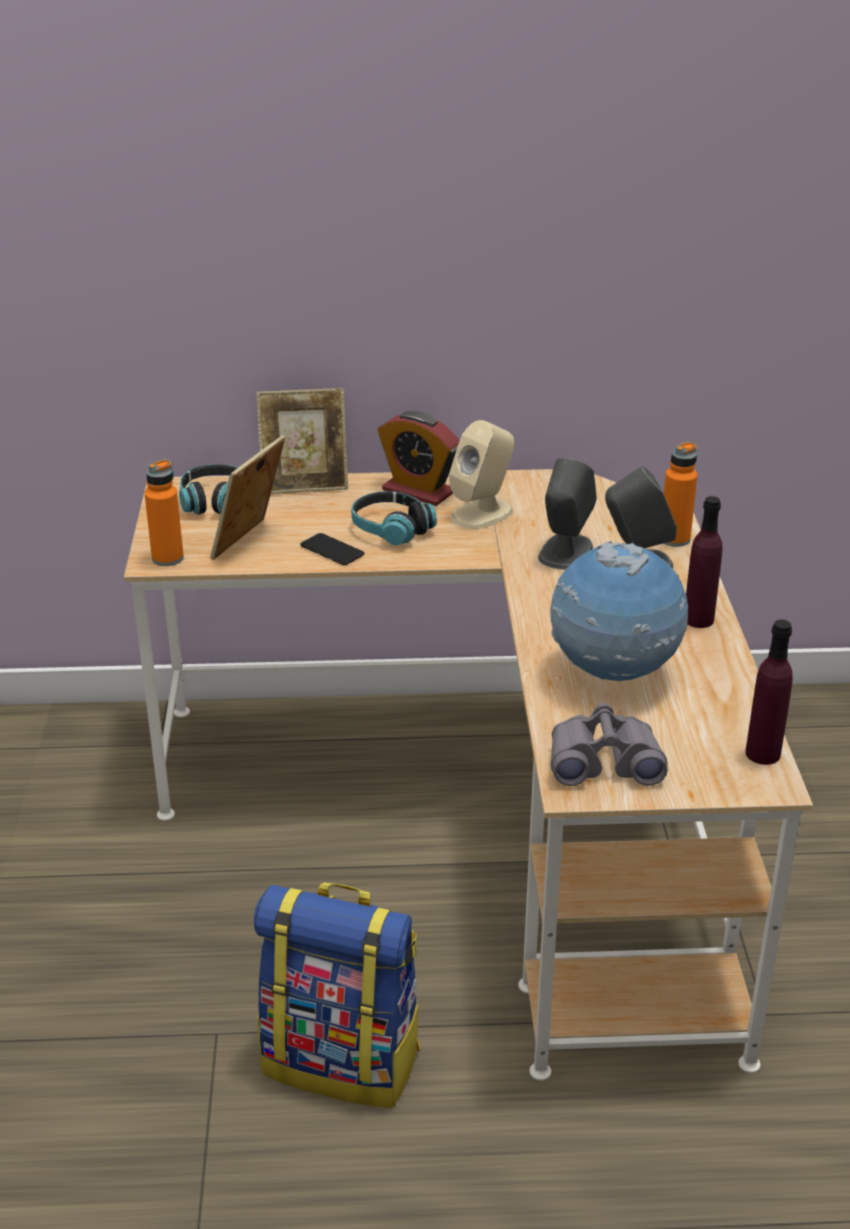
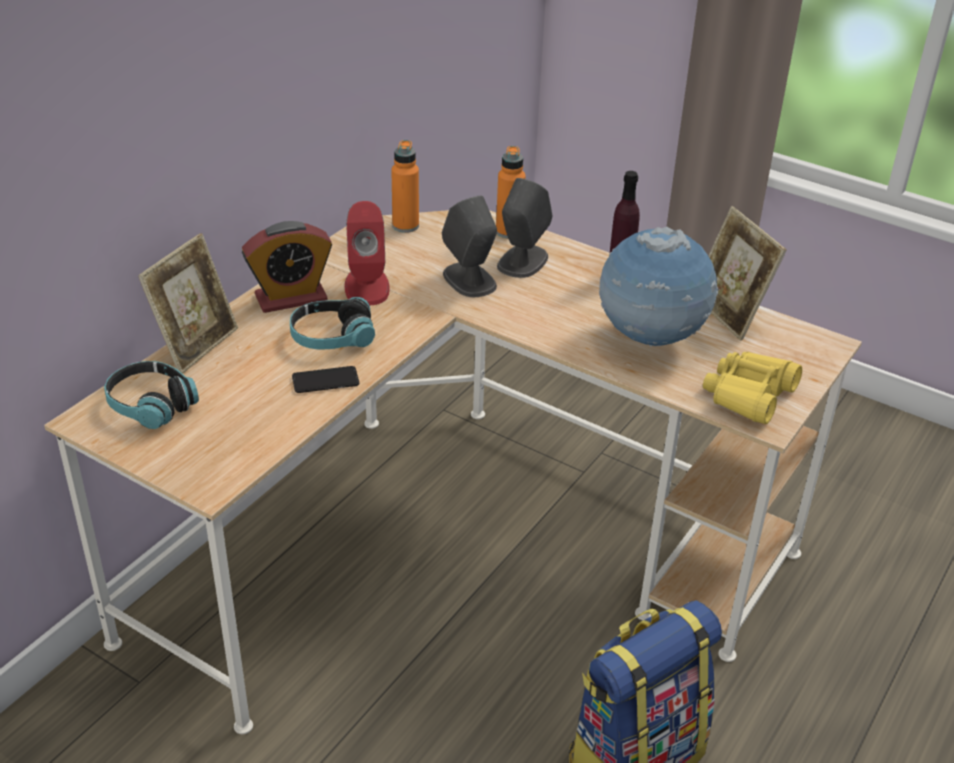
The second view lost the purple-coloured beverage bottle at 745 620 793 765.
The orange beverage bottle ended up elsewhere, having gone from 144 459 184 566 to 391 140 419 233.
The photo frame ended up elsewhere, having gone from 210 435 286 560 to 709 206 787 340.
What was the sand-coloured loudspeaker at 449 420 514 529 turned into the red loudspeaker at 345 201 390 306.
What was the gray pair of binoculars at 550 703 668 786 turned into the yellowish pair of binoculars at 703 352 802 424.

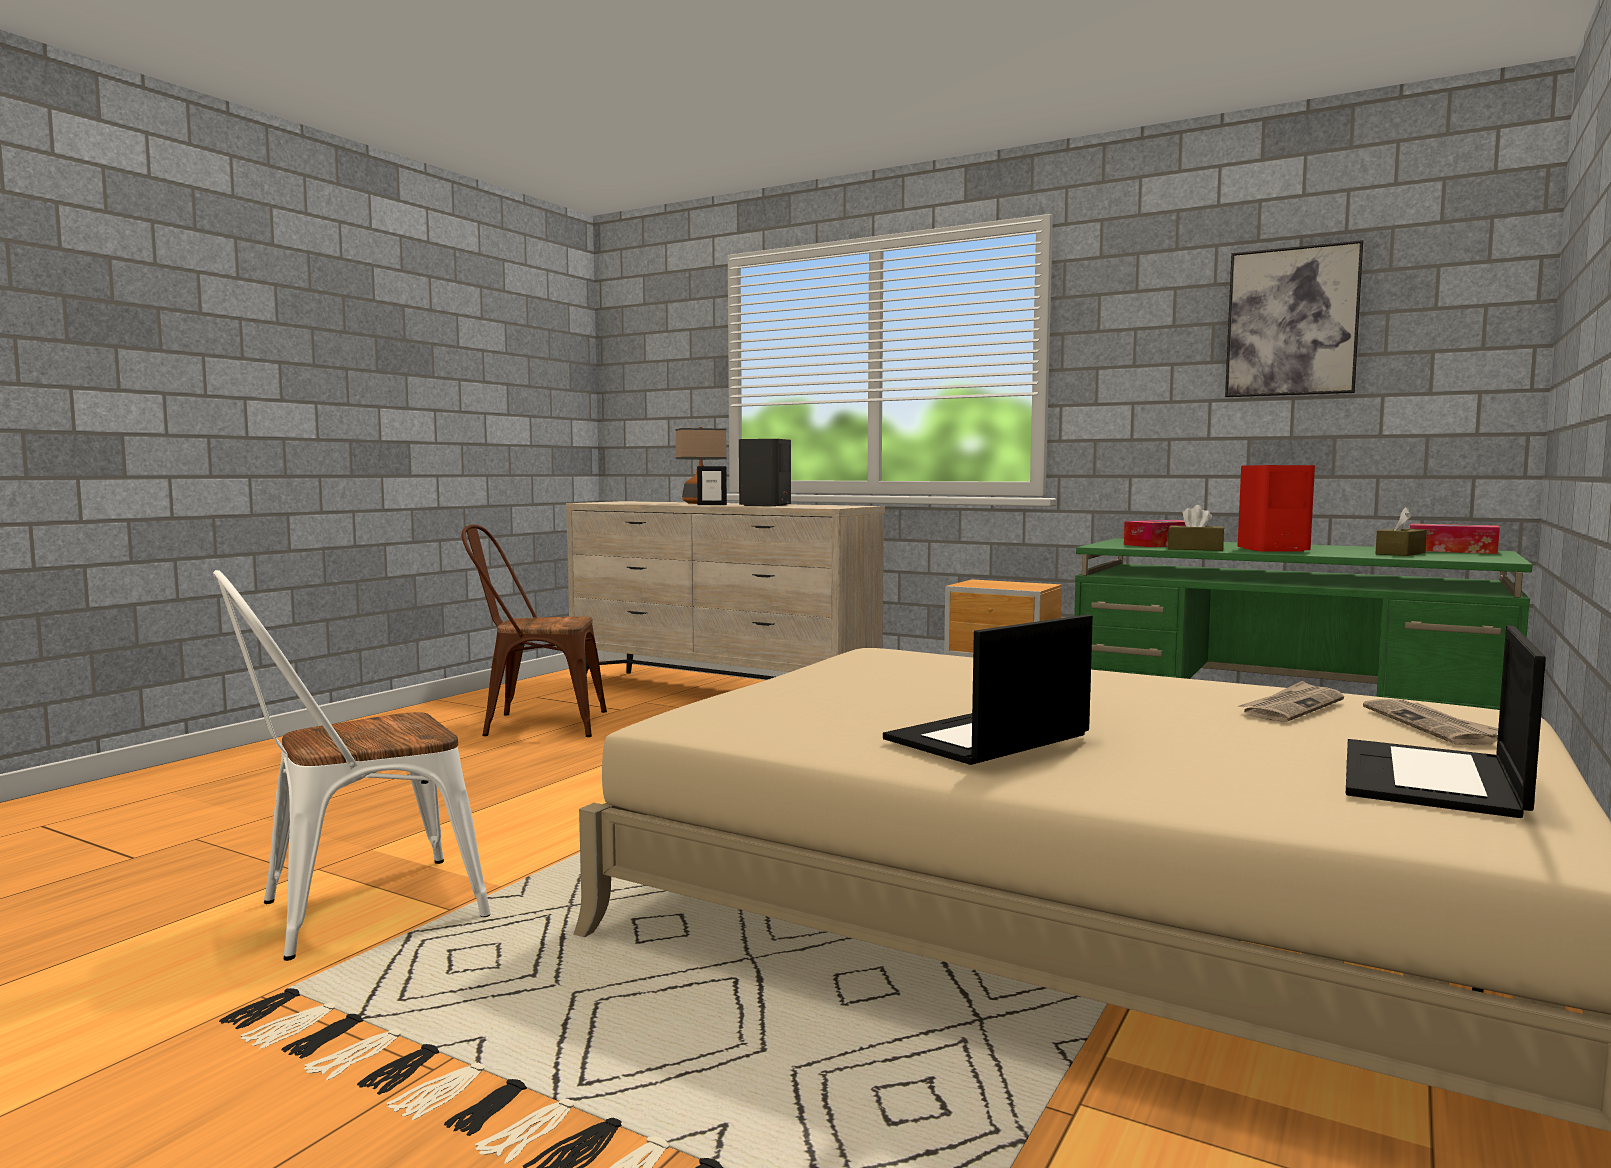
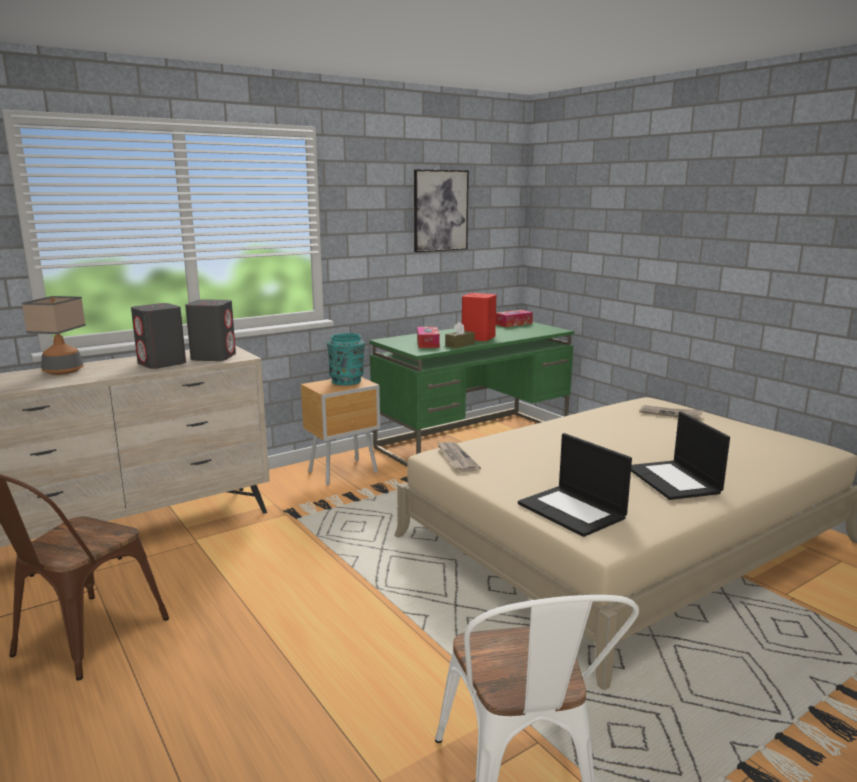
The second view lost the photo frame at 697 466 727 505.
The second view lost the brown-coloured tissue holder at 1375 507 1427 556.
The second view gained the gray loudspeaker at 185 299 236 361.
The second view gained the turquoise-coloured decorative vase at 327 333 365 385.
The printed paper ended up elsewhere, having gone from 1239 681 1344 722 to 437 442 481 472.
The notebook computer ended up elsewhere, having gone from 1346 625 1546 818 to 518 433 632 537.

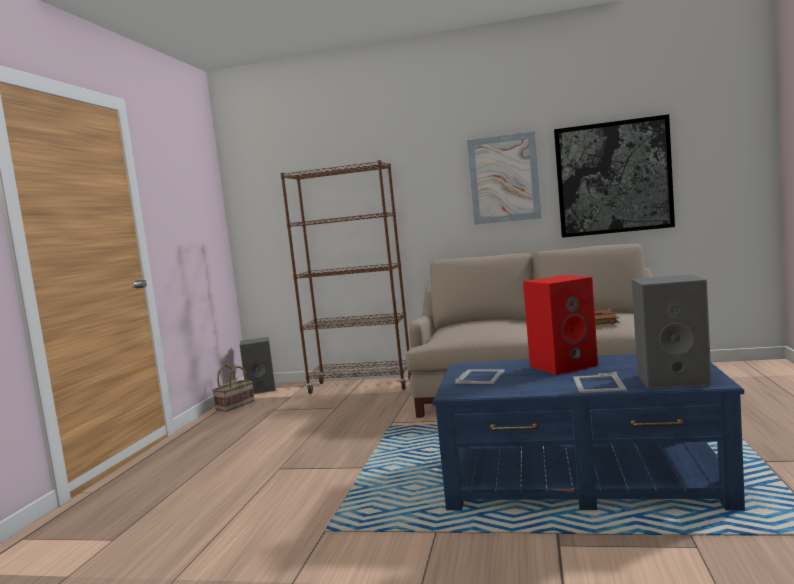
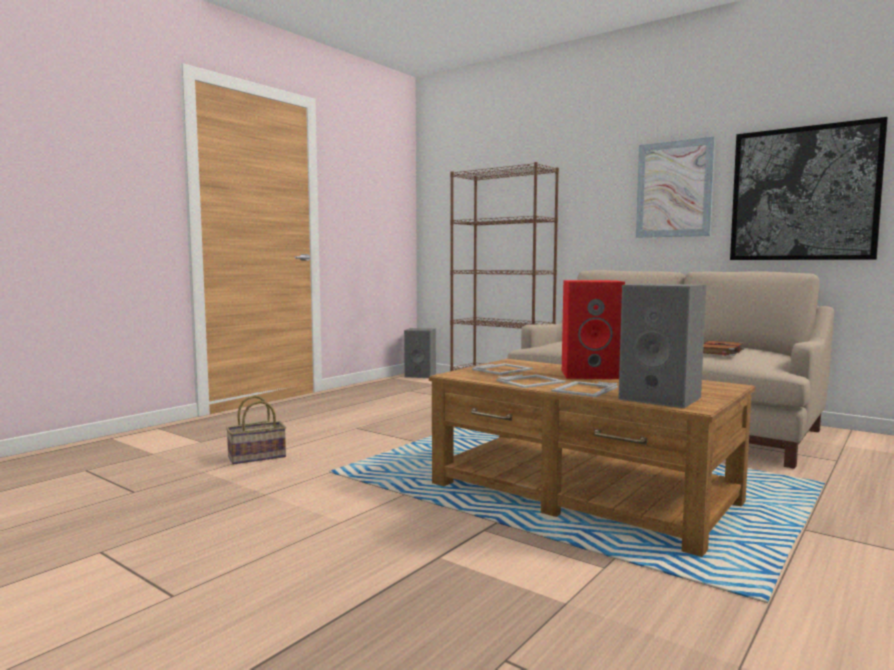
The second view gained the photo frame at 497 374 566 388.
The household basket ended up elsewhere, having gone from 212 365 255 412 to 226 395 286 465.
What was the blue coffee table at 433 354 745 510 turned into the brown-coloured coffee table at 429 359 756 557.

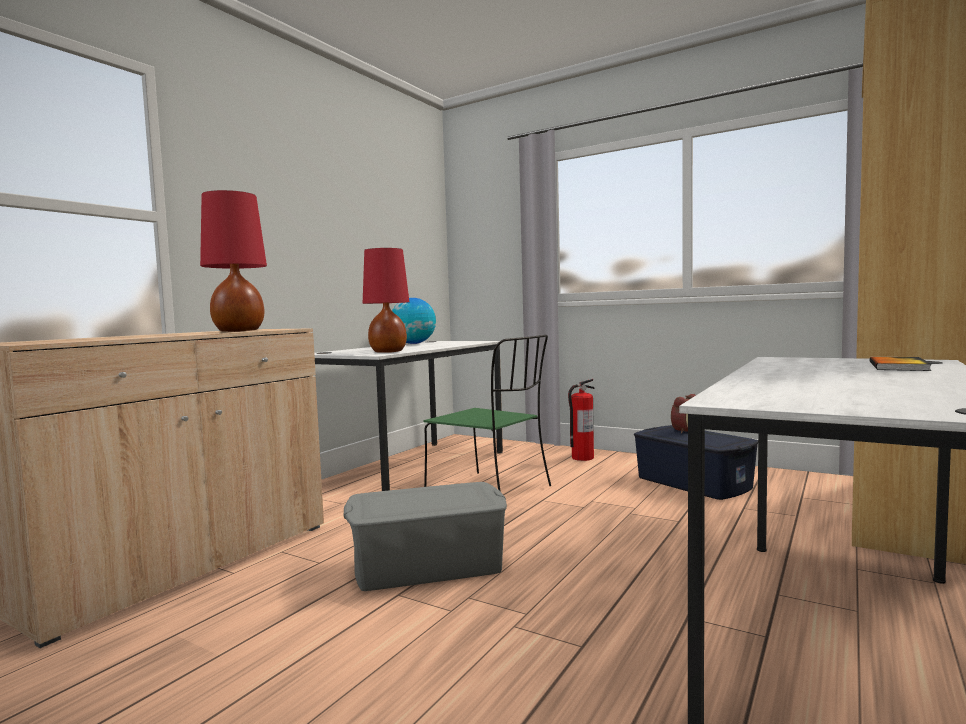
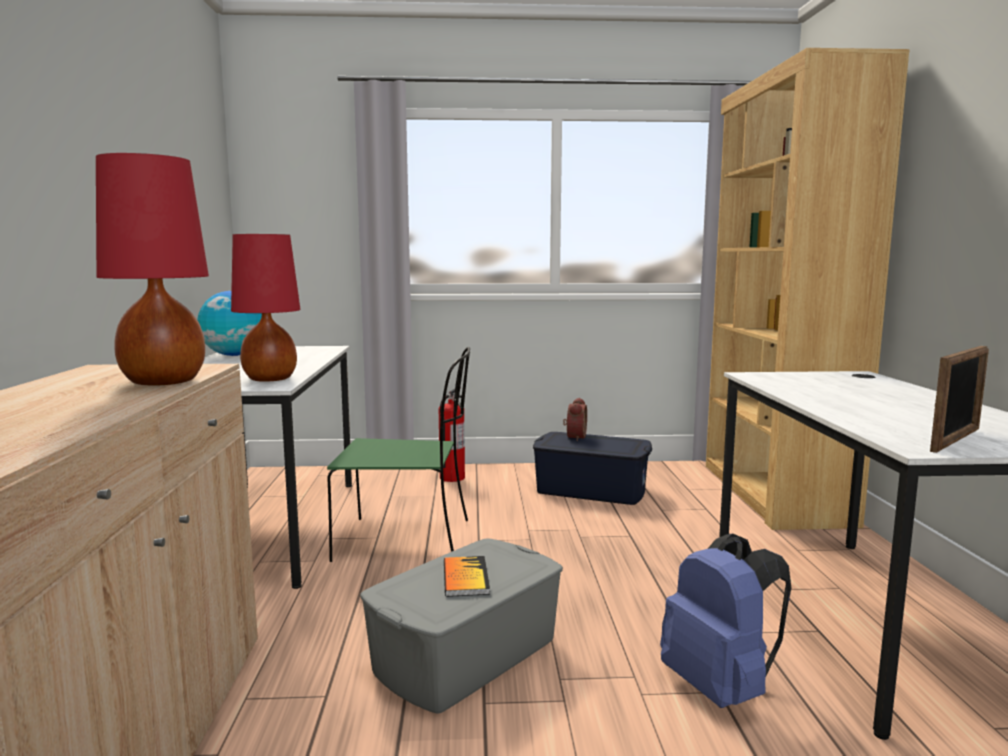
The second view gained the blue backpack at 660 533 791 708.
The second view gained the photo frame at 930 346 989 453.
The volume ended up elsewhere, having gone from 869 357 932 371 to 444 556 490 597.

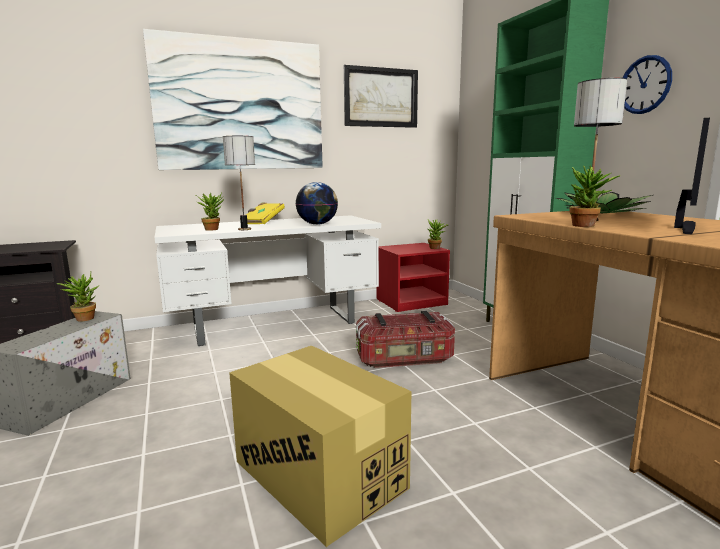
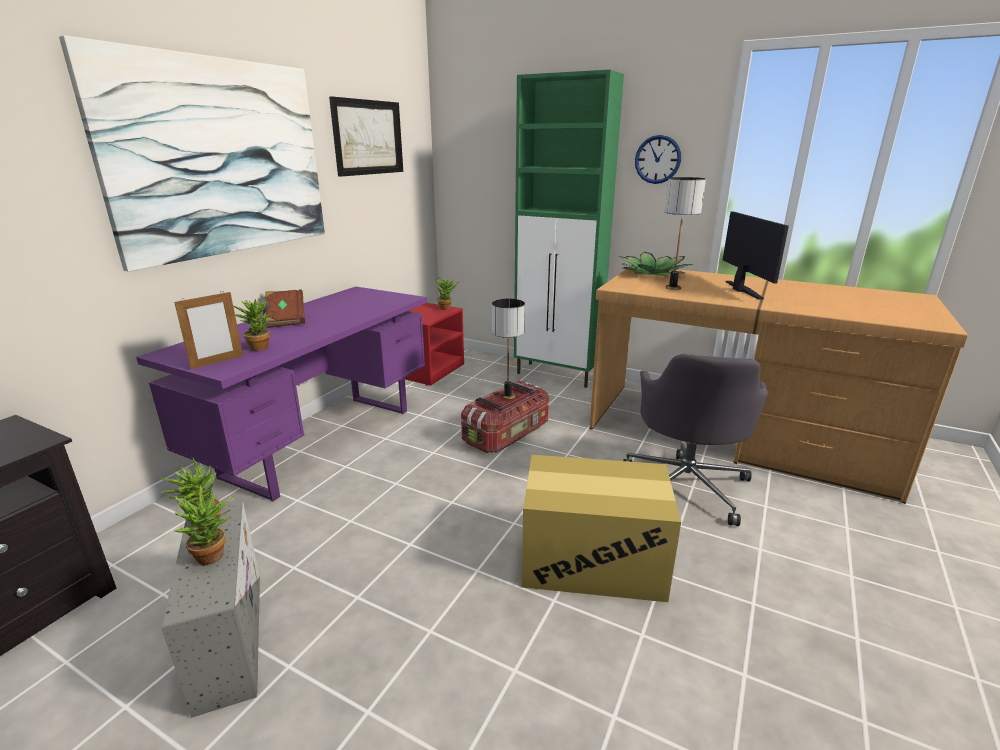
The second view lost the desk globe at 296 182 338 225.
The second view gained the photo frame at 174 292 243 369.
The second view gained the gray office chair at 623 354 768 526.
The tabletop lamp ended up elsewhere, having gone from 223 136 255 230 to 492 299 525 399.
The houseplant ended up elsewhere, having gone from 569 166 620 227 to 175 486 233 565.
What was the whitish desk unit at 154 215 381 346 turned into the purple-coloured desk unit at 136 287 427 501.
What was the yellowish volume at 246 202 285 224 turned into the brown-coloured volume at 263 289 305 328.

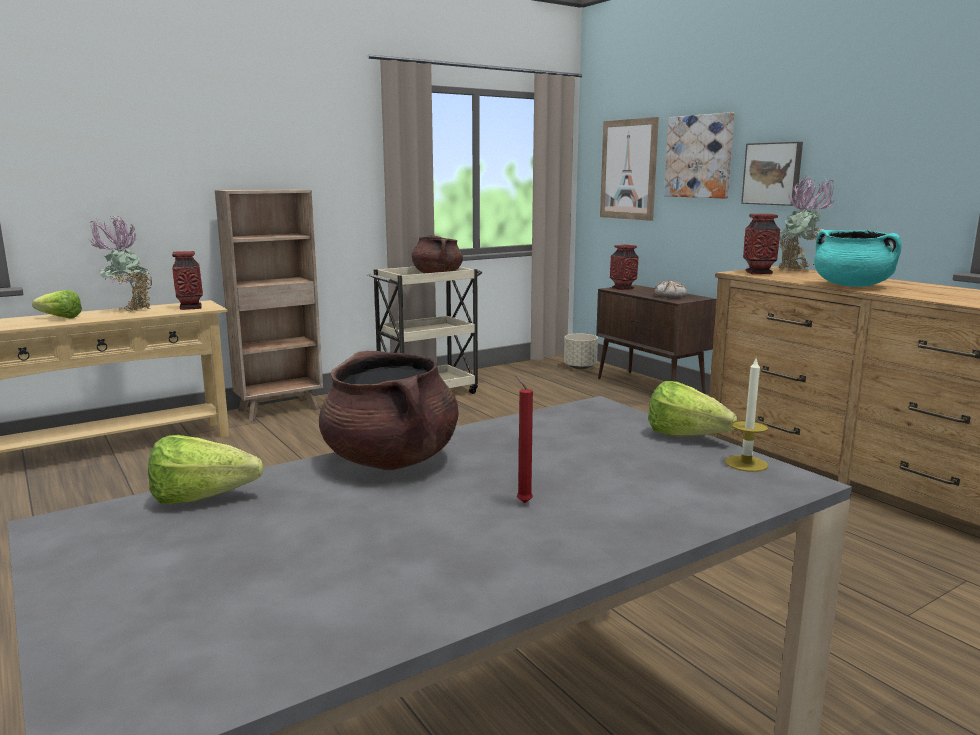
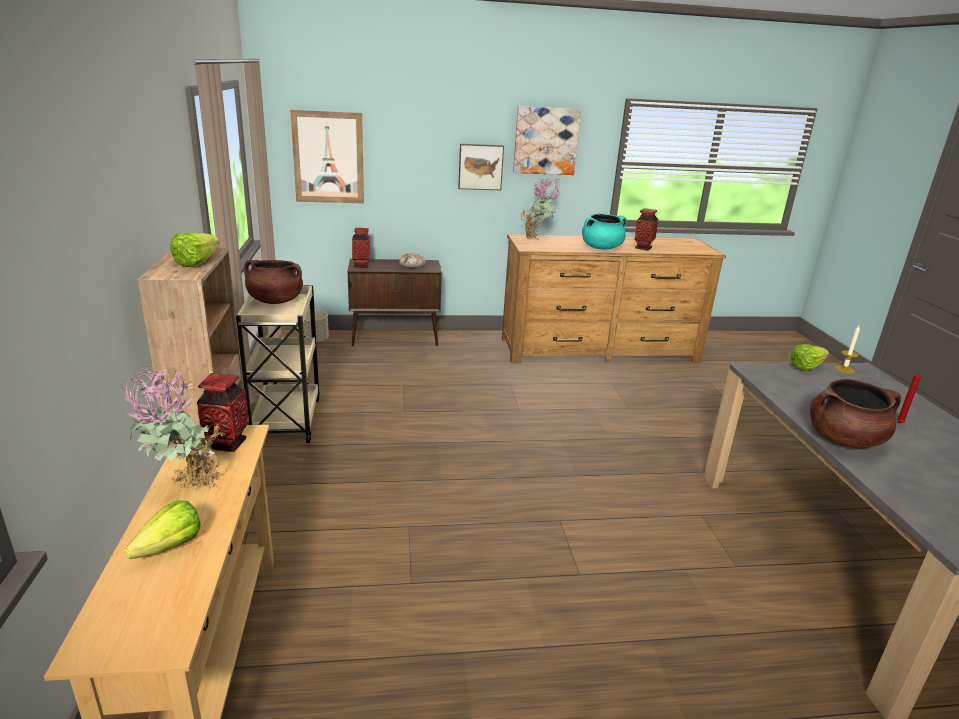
The lettuce ended up elsewhere, having gone from 148 435 263 504 to 170 232 220 267.
The picture ended up elsewhere, having gone from 664 112 735 198 to 513 106 581 175.
The decorative vase ended up elsewhere, having gone from 743 214 780 274 to 635 208 658 251.

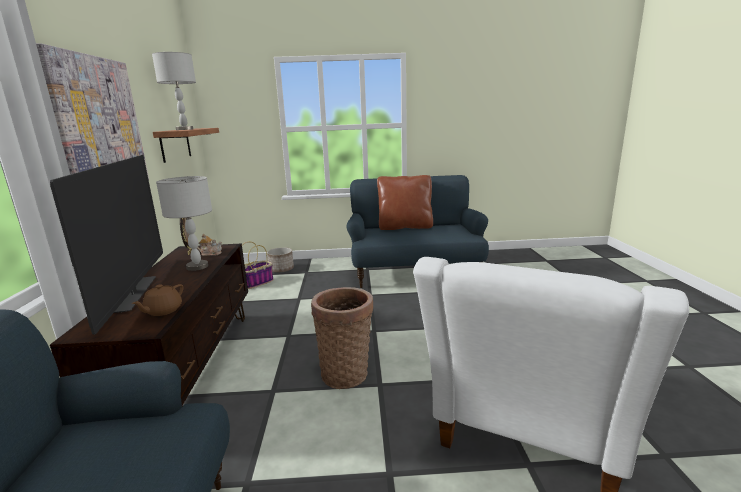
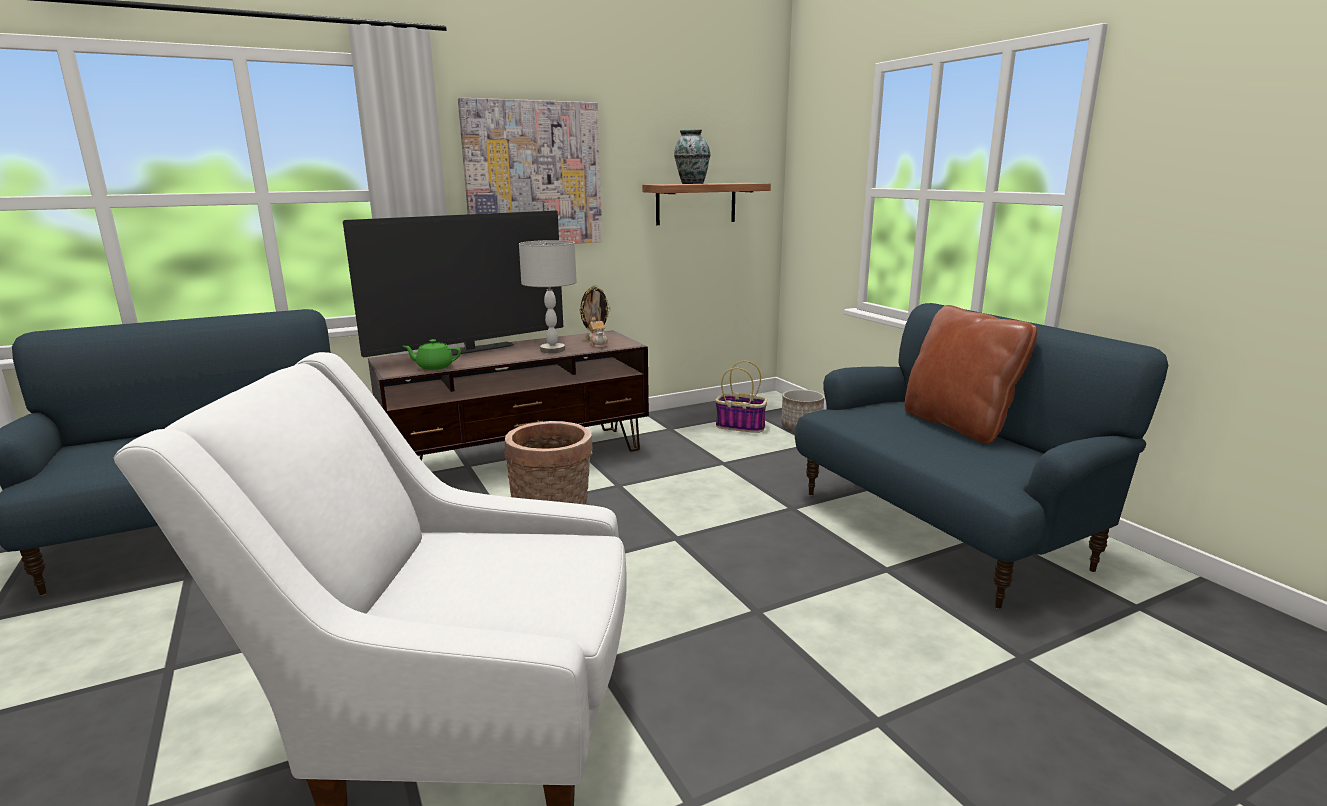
Where the gray tabletop lamp stood at 152 52 196 130, the decorative vase came to stand at 674 129 711 184.
What was the brown-coloured teapot at 132 284 184 316 turned into the green-coloured teapot at 403 339 461 370.

